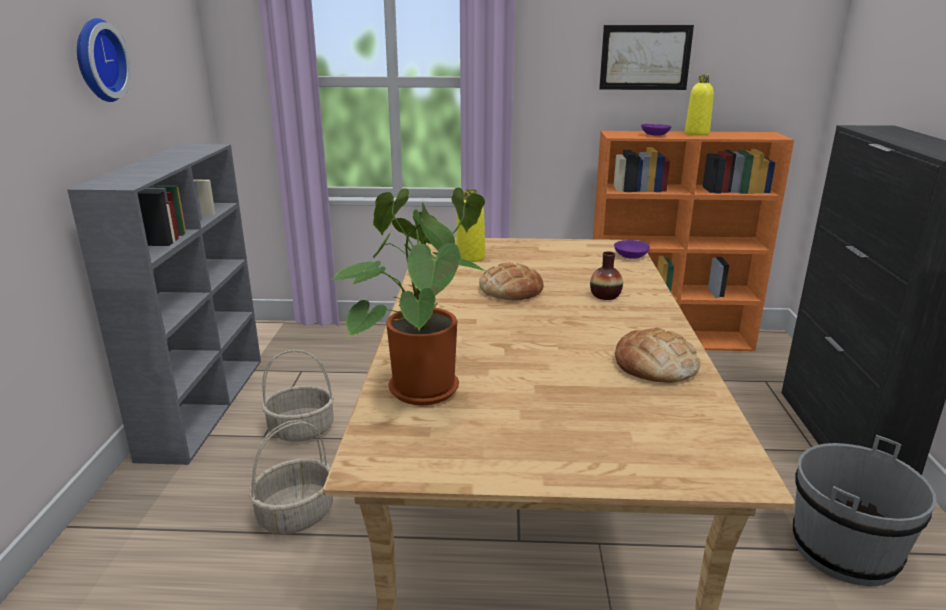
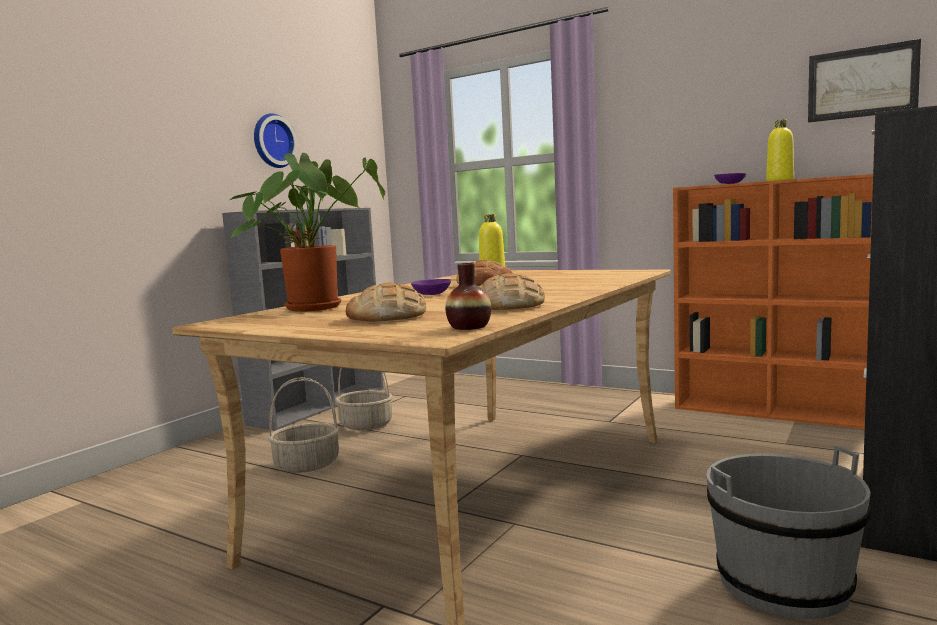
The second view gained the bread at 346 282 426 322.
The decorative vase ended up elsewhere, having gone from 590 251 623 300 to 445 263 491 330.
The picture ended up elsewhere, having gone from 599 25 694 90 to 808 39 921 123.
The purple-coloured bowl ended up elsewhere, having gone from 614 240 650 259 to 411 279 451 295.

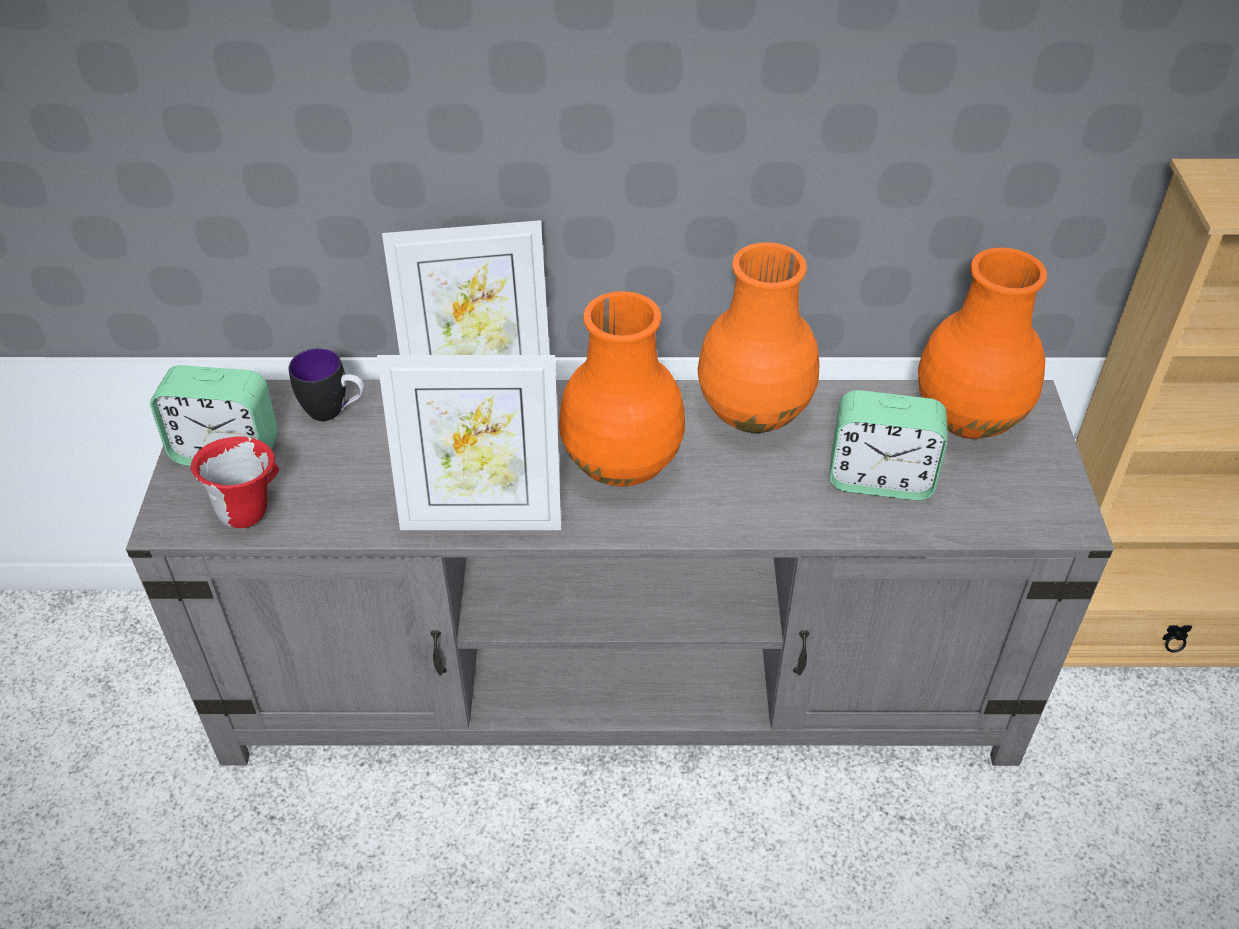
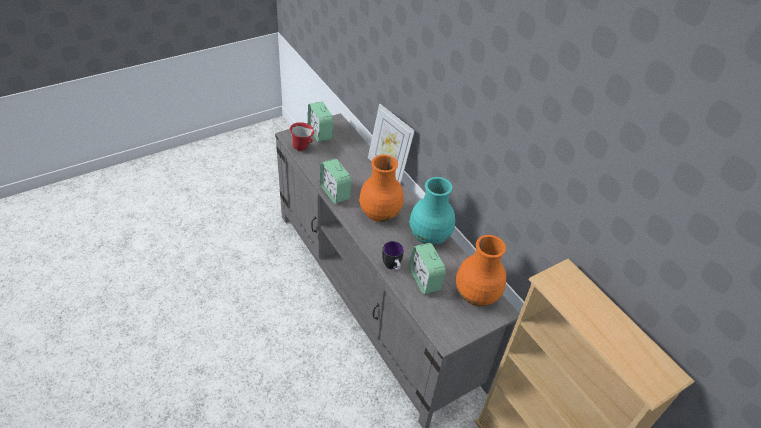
The tea mug ended up elsewhere, having gone from 288 348 364 421 to 382 241 403 270.
Where the photo frame stood at 377 355 561 530, the bedside clock came to stand at 320 159 352 204.
What was the orange decorative vase at 698 242 820 433 turned into the turquoise-coloured decorative vase at 409 177 455 245.

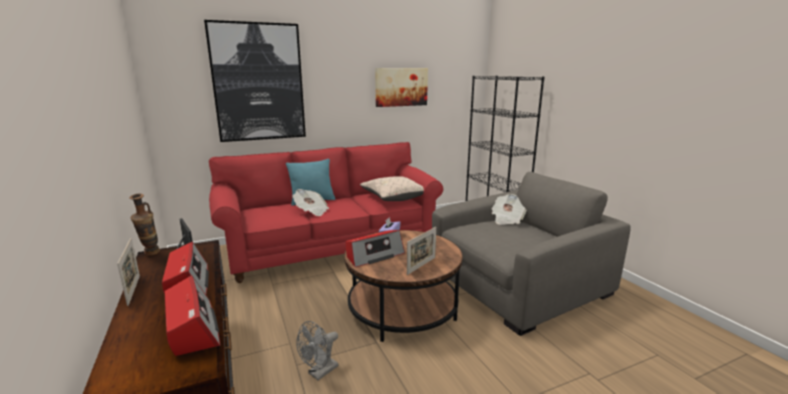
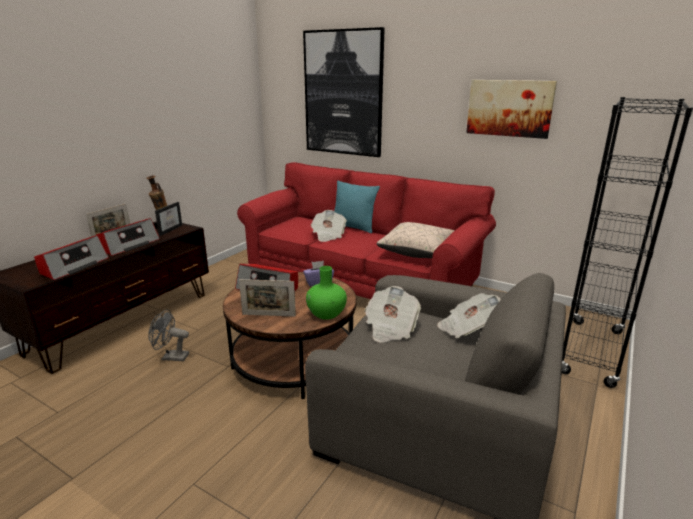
The second view gained the green-coloured decorative vase at 306 266 347 320.
The second view gained the printed paper at 365 286 421 342.

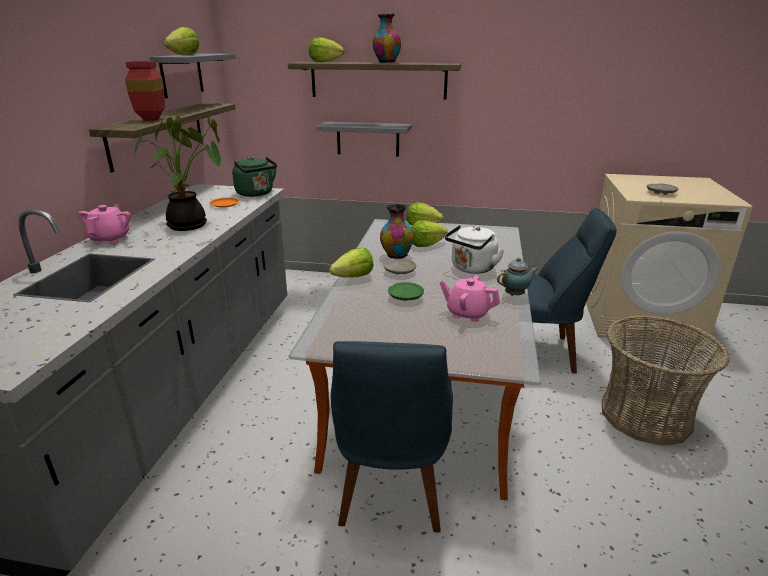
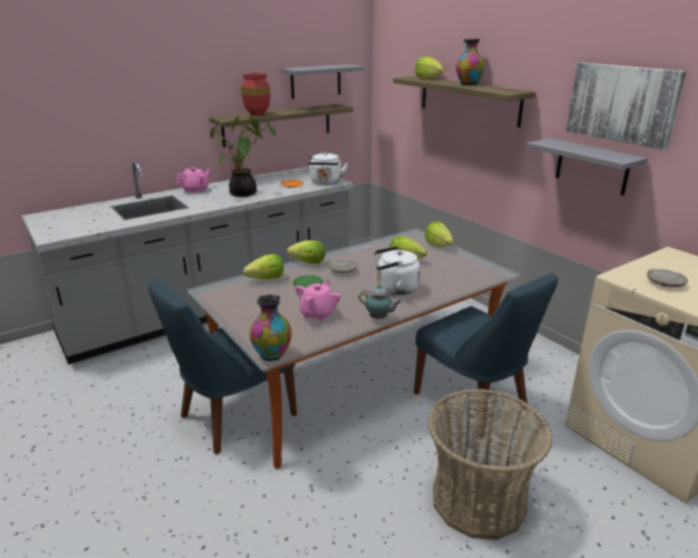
The second view gained the picture at 566 63 686 150.
The lettuce ended up elsewhere, having gone from 164 27 199 55 to 243 254 284 279.
The gray bracket shelf ended up elsewhere, having gone from 316 122 411 157 to 526 138 648 196.
The decorative vase ended up elsewhere, having gone from 380 204 414 259 to 250 294 292 361.
What was the green-coloured water kettle at 232 156 277 197 turned into the whitish water kettle at 308 152 348 185.
The pinkish teapot at 439 275 500 322 ended up facing another way, 45 degrees clockwise from before.

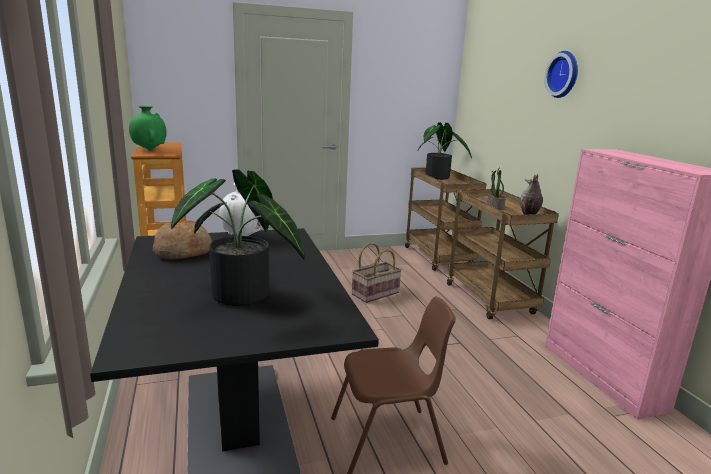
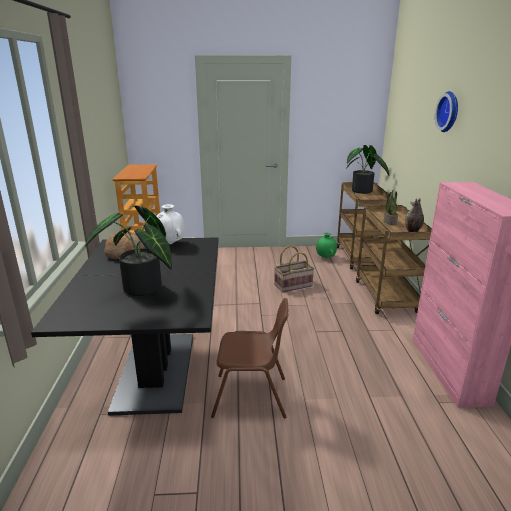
The green-coloured decorative vase ended up elsewhere, having gone from 129 106 167 150 to 316 233 337 258.

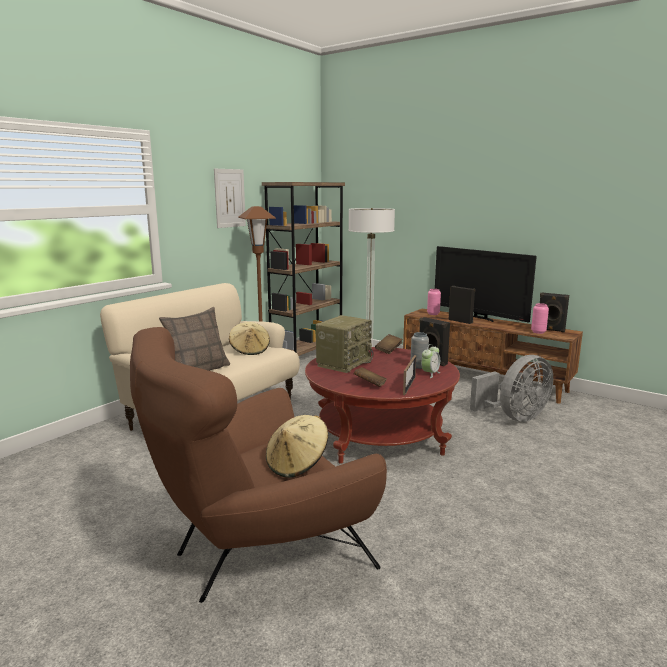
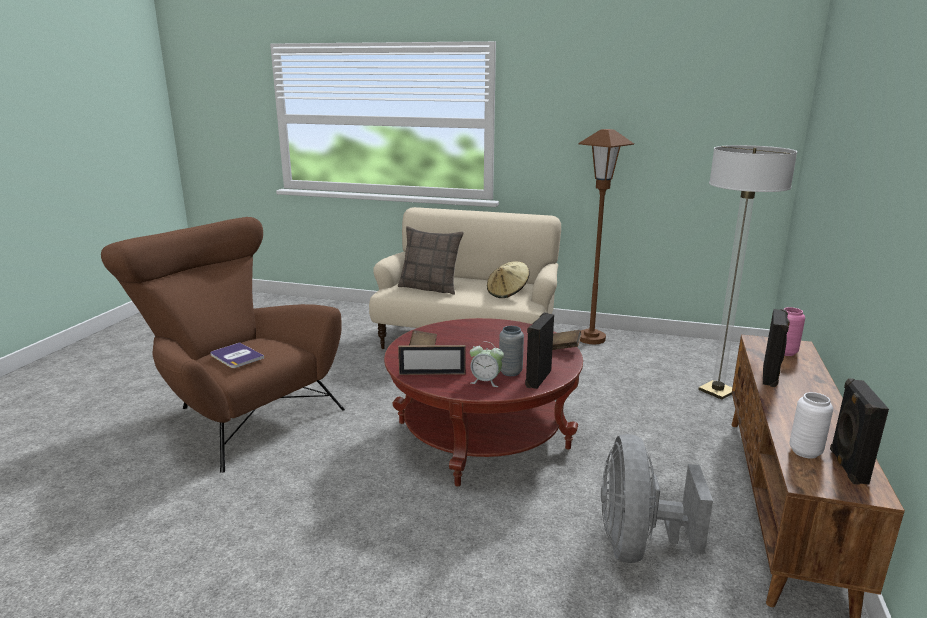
The second view lost the picture at 214 169 246 228.
The second view lost the brown-coloured bookshelf at 262 182 345 356.
The second view lost the radio at 316 315 374 373.
The second view lost the television at 435 246 537 323.
Where the sand-coloured clothing hat stood at 266 415 328 478, the volume came to stand at 210 342 264 368.
What was the pinkish decorative vase at 531 303 549 334 turned into the whitish decorative vase at 789 392 833 459.
The gray electric fan at 470 355 553 422 ended up facing another way, 60 degrees clockwise from before.

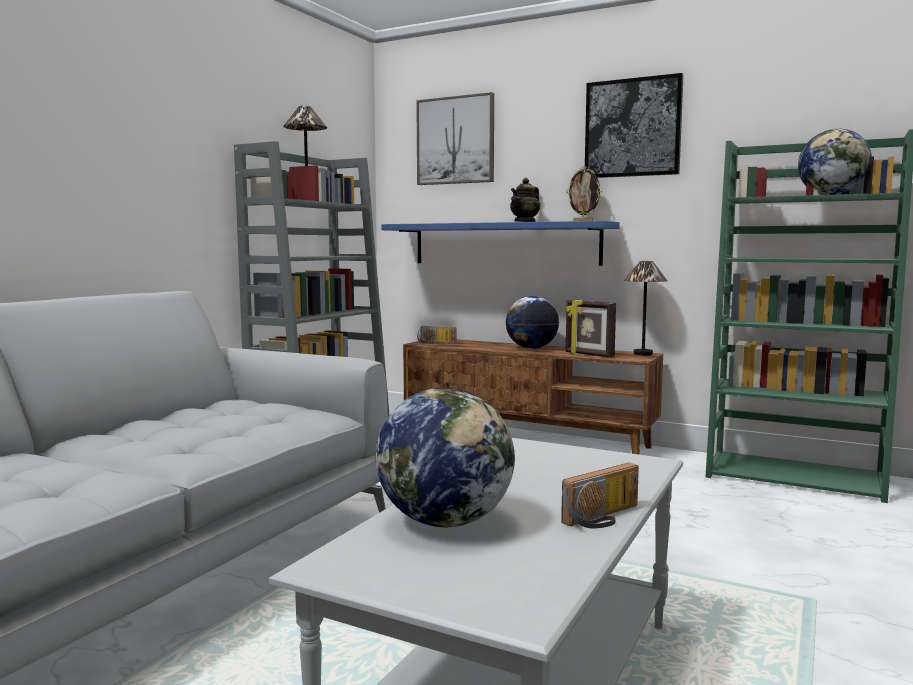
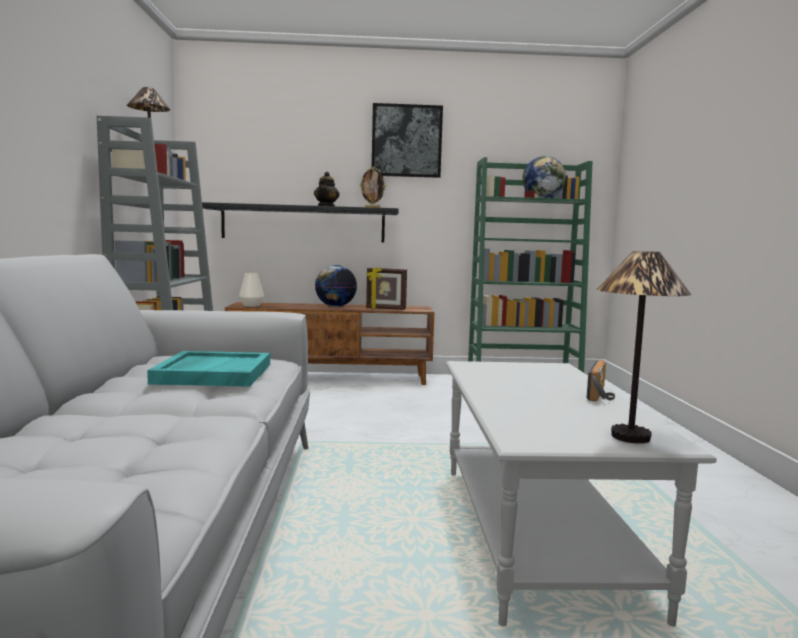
The second view lost the desk globe at 376 388 515 527.
The second view lost the picture at 416 92 494 185.
The second view gained the turquoise-coloured serving tray at 147 351 270 387.
The tabletop lamp ended up elsewhere, having gone from 624 261 668 355 to 597 251 691 444.
Where the radio stood at 417 326 456 344, the whitish decorative vase came to stand at 239 273 264 307.
What was the blue bracket shelf at 381 221 620 266 turned into the blackish bracket shelf at 202 202 399 242.

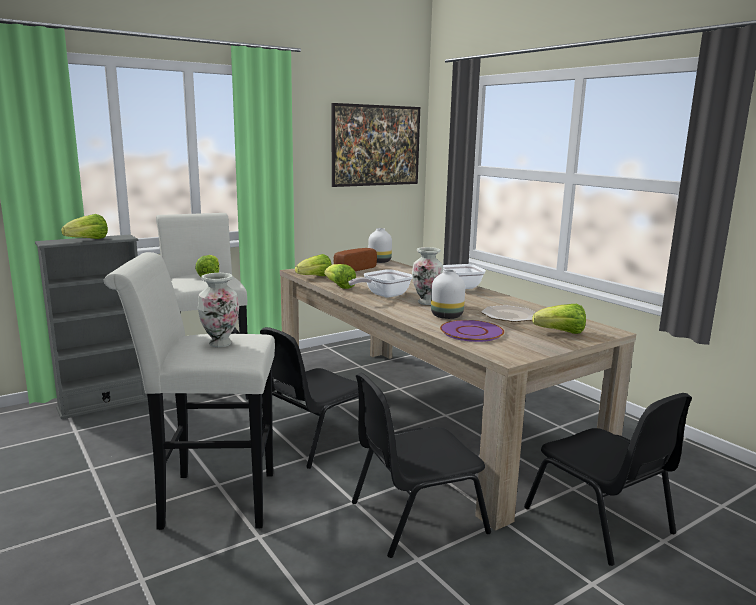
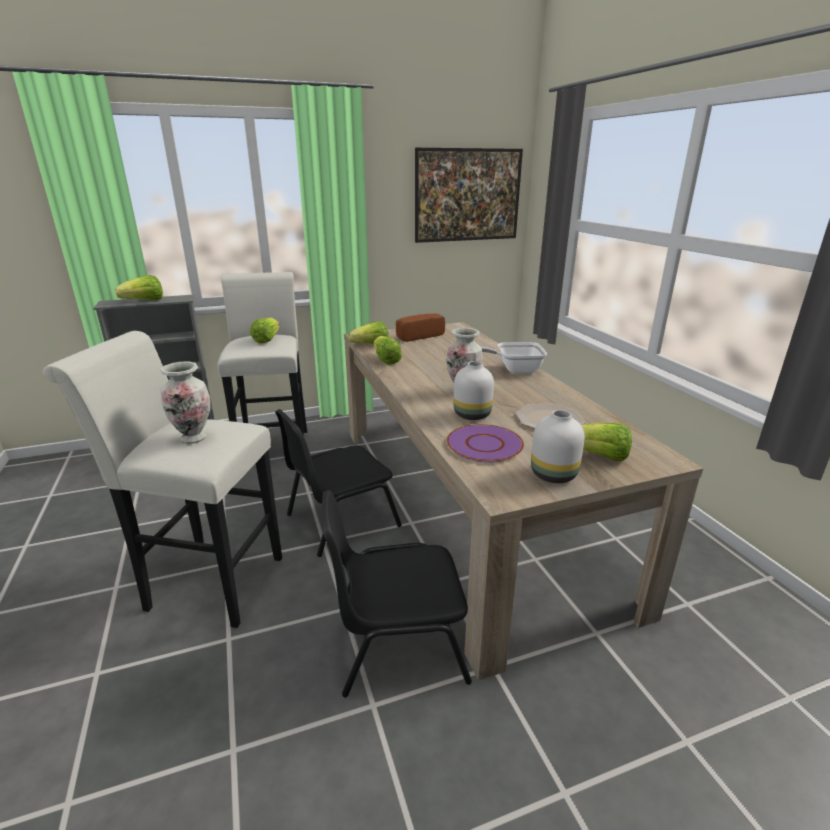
The second view lost the frying pan at 348 269 412 298.
The second view lost the blackish chair at 524 393 692 566.
The whitish decorative vase ended up elsewhere, having gone from 368 228 392 263 to 531 410 585 483.

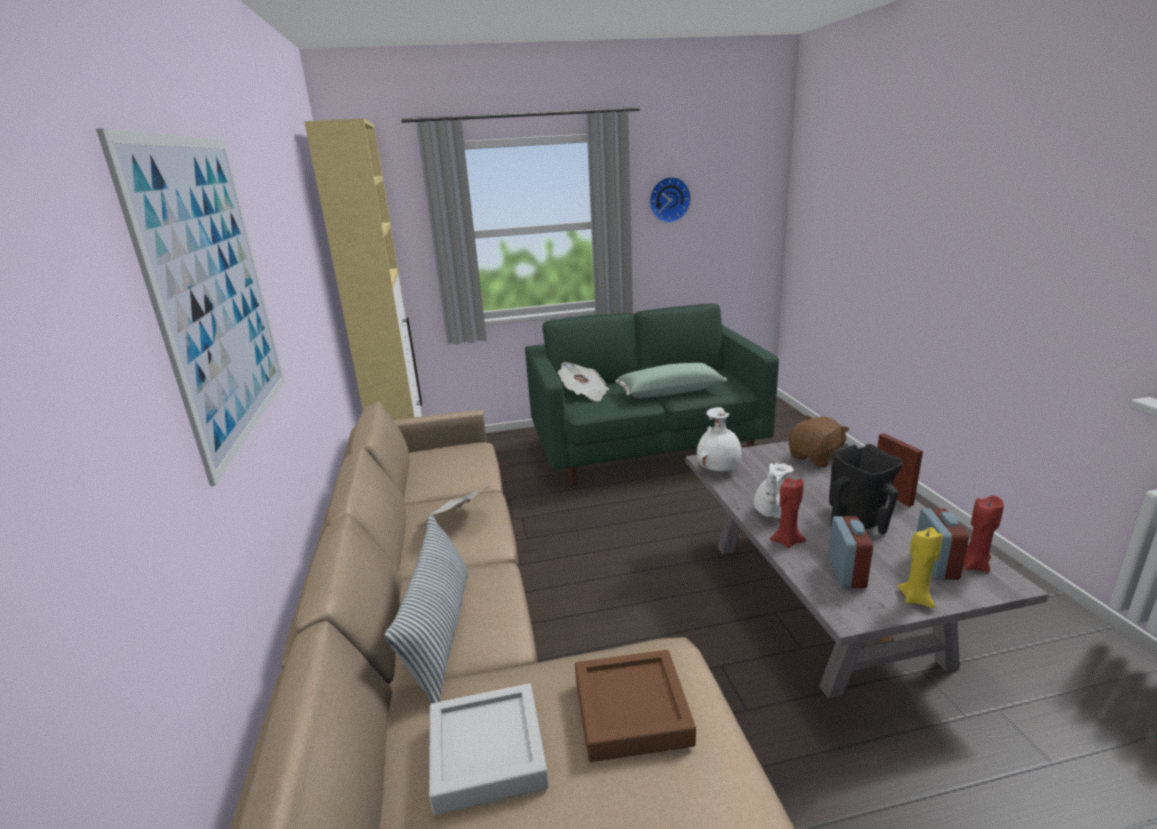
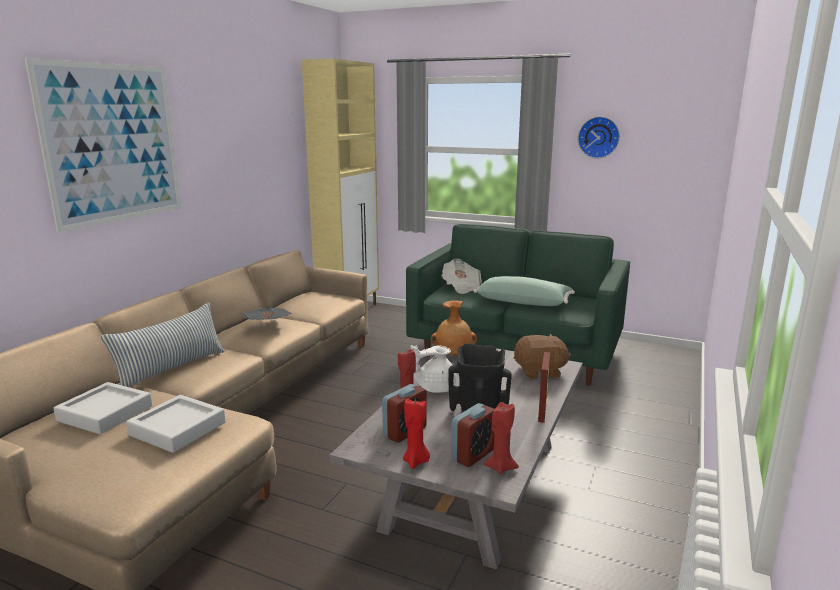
What was the brown-coloured serving tray at 575 650 696 762 turned into the gray serving tray at 126 395 226 453.
What was the whitish decorative vase at 697 407 742 471 turned into the brown-coloured decorative vase at 431 300 477 355.
What was the yellowish wax candle at 897 527 942 608 turned into the red wax candle at 403 399 430 469.

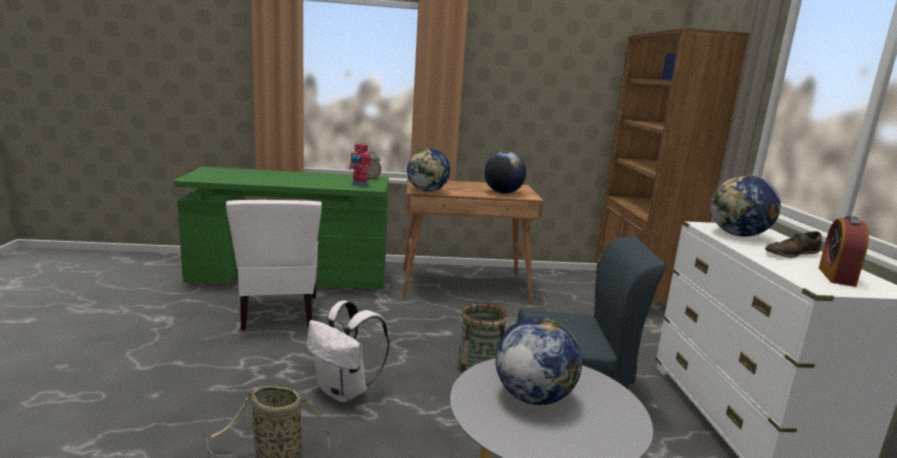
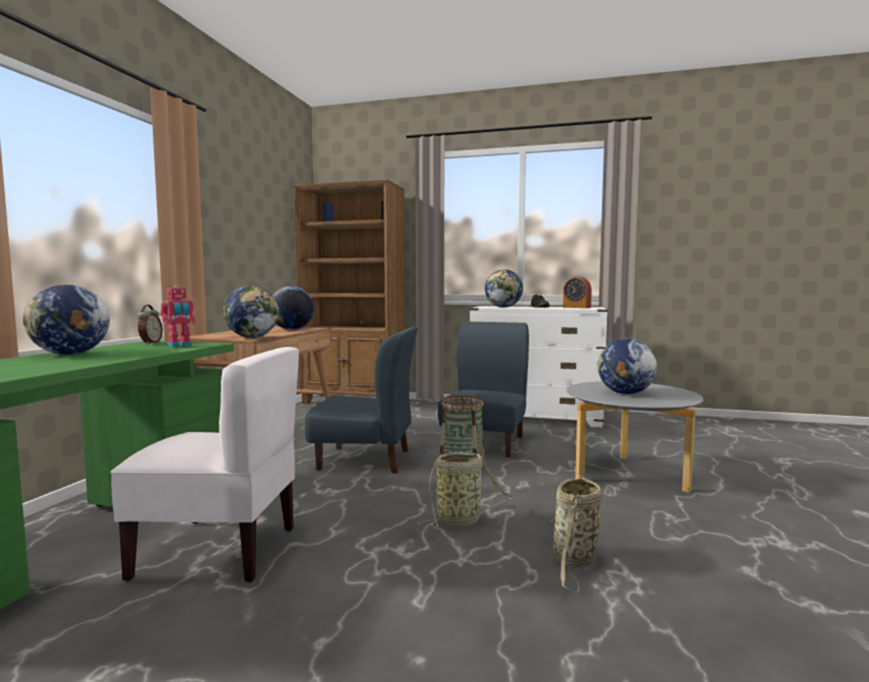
The second view gained the desk globe at 23 285 110 355.
The second view gained the blue chair at 305 327 418 474.
Where the whitish backpack stood at 307 300 389 403, the household basket came to stand at 417 452 513 528.

